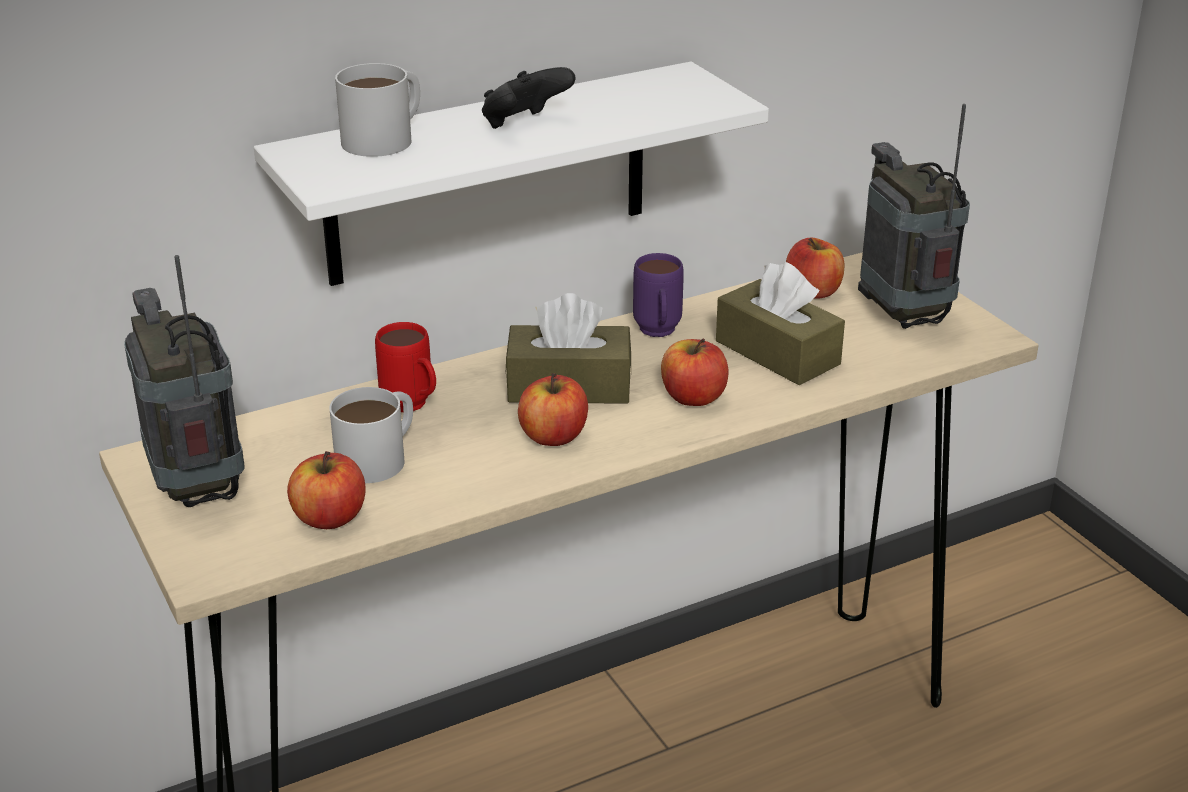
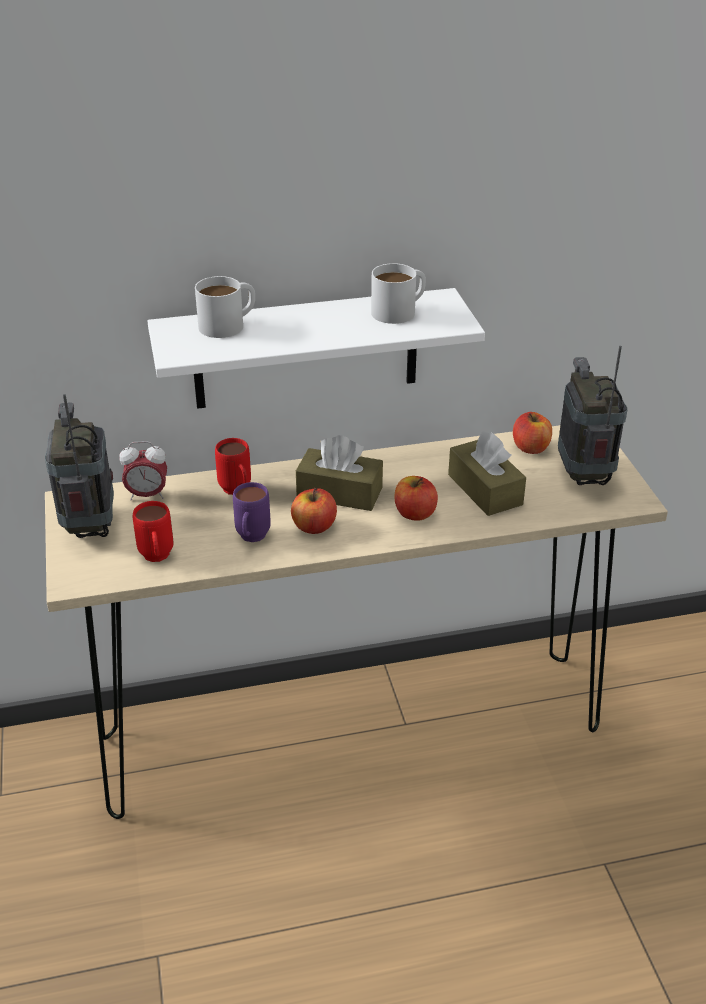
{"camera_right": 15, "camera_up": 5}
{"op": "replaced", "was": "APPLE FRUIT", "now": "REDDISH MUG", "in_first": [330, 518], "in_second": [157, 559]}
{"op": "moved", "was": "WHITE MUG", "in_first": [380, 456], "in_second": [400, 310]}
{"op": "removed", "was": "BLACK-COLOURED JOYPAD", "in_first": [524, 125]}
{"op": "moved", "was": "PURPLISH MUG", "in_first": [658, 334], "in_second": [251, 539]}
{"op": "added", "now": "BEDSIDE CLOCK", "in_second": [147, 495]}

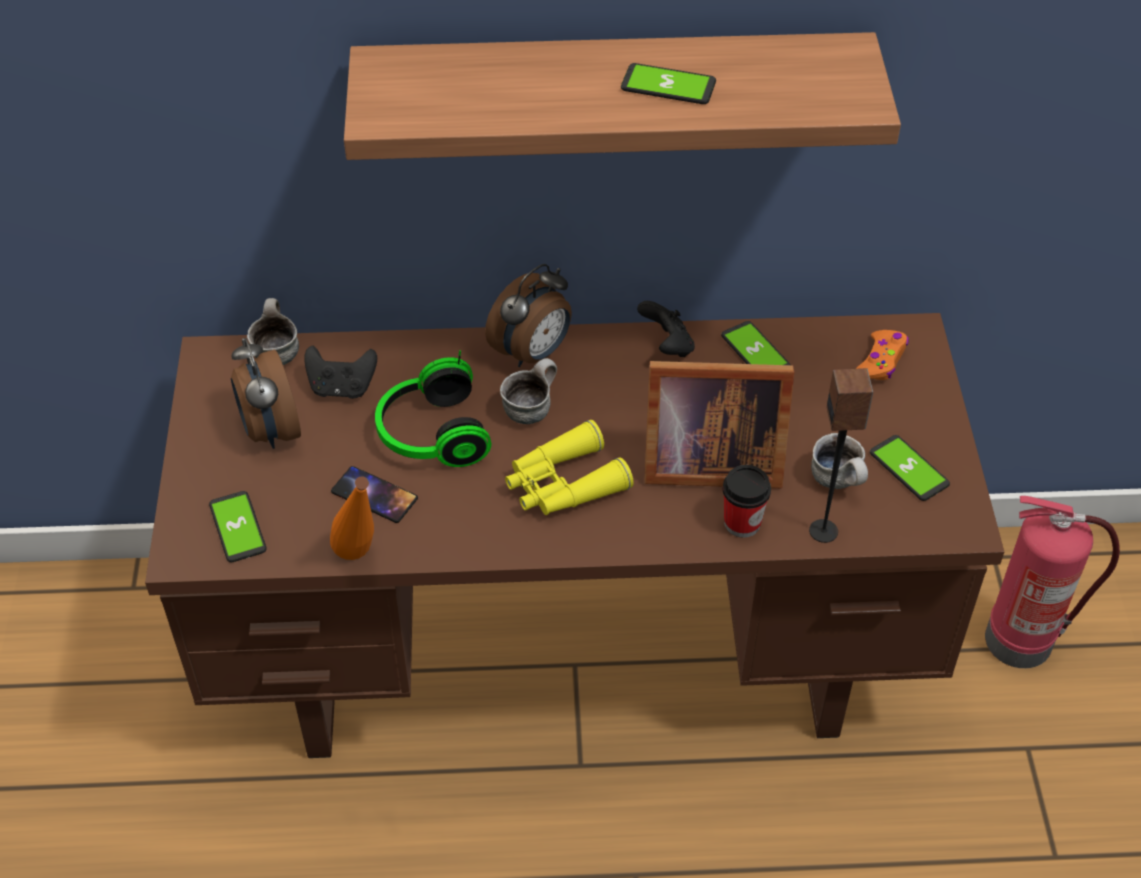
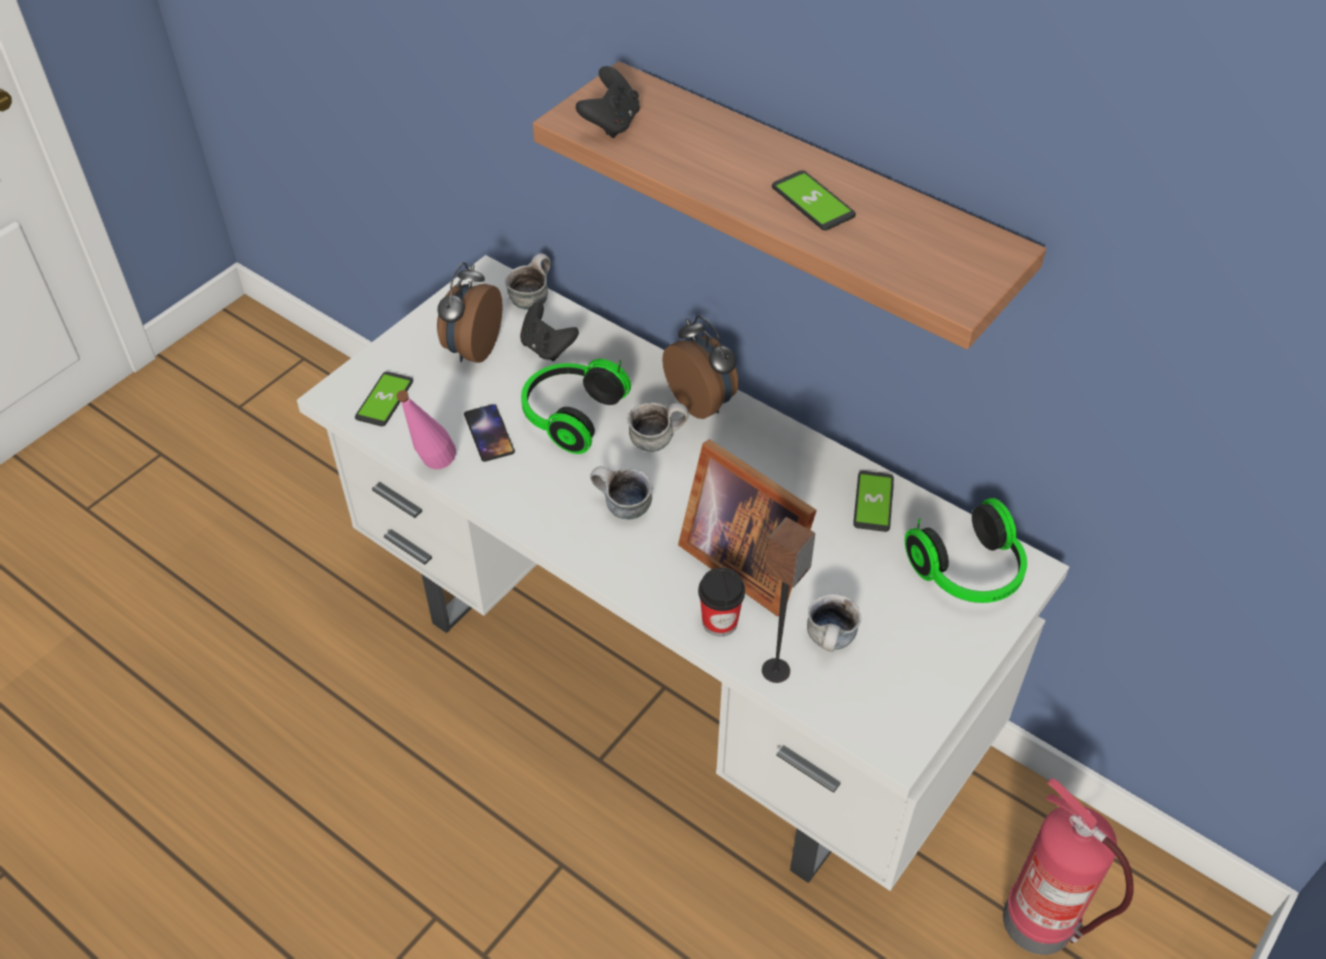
{"camera_right": 40, "camera_up": 0}
{"op": "recoloured", "was": "BROWN DESK TABLE", "now": "WHITE DESK TABLE", "in_first": [572, 659], "in_second": [666, 681]}
{"op": "recoloured", "was": "ORANGEY BEVERAGE BOTTLE", "now": "PINK BEVERAGE BOTTLE", "in_first": [361, 562], "in_second": [433, 472]}
{"op": "turned", "was": "BEDSIDE CLOCK", "in_first": [533, 353], "in_second": [702, 401], "clockwise": -120}
{"op": "replaced", "was": "YELLOW-COLOURED PAIR OF BINOCULARS", "now": "MUG", "in_first": [563, 484], "in_second": [621, 508]}
{"op": "moved", "was": "BLACK-COLOURED JOYPAD", "in_first": [667, 346], "in_second": [611, 123]}
{"op": "replaced", "was": "ORANGEY JOYPAD", "now": "HEADPHONES", "in_first": [880, 362], "in_second": [969, 573]}
{"op": "removed", "was": "HANDSET", "in_first": [909, 469]}

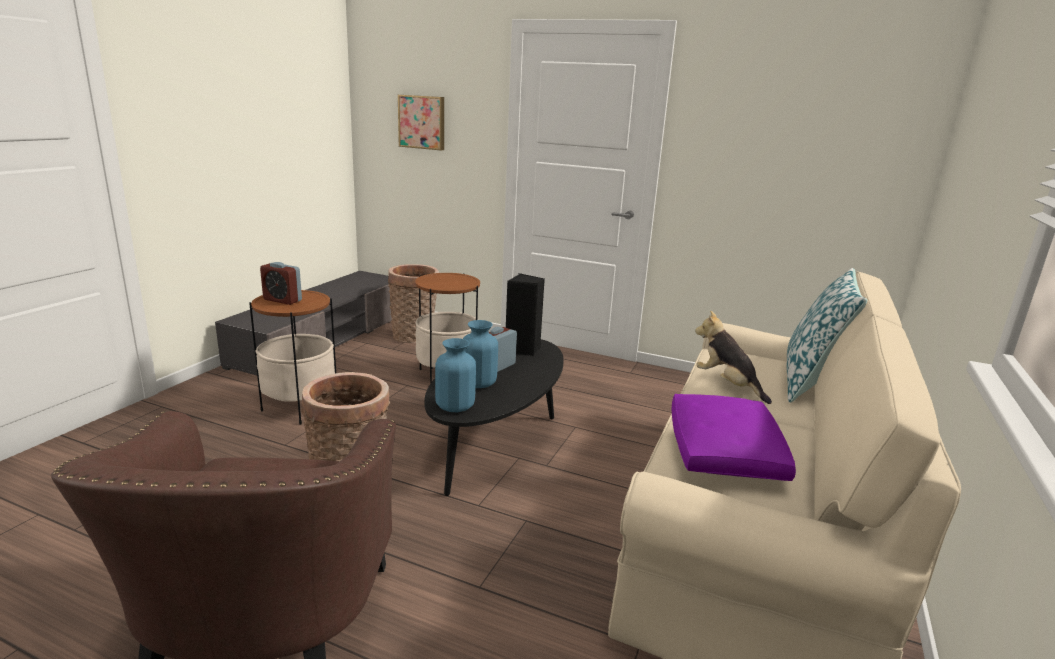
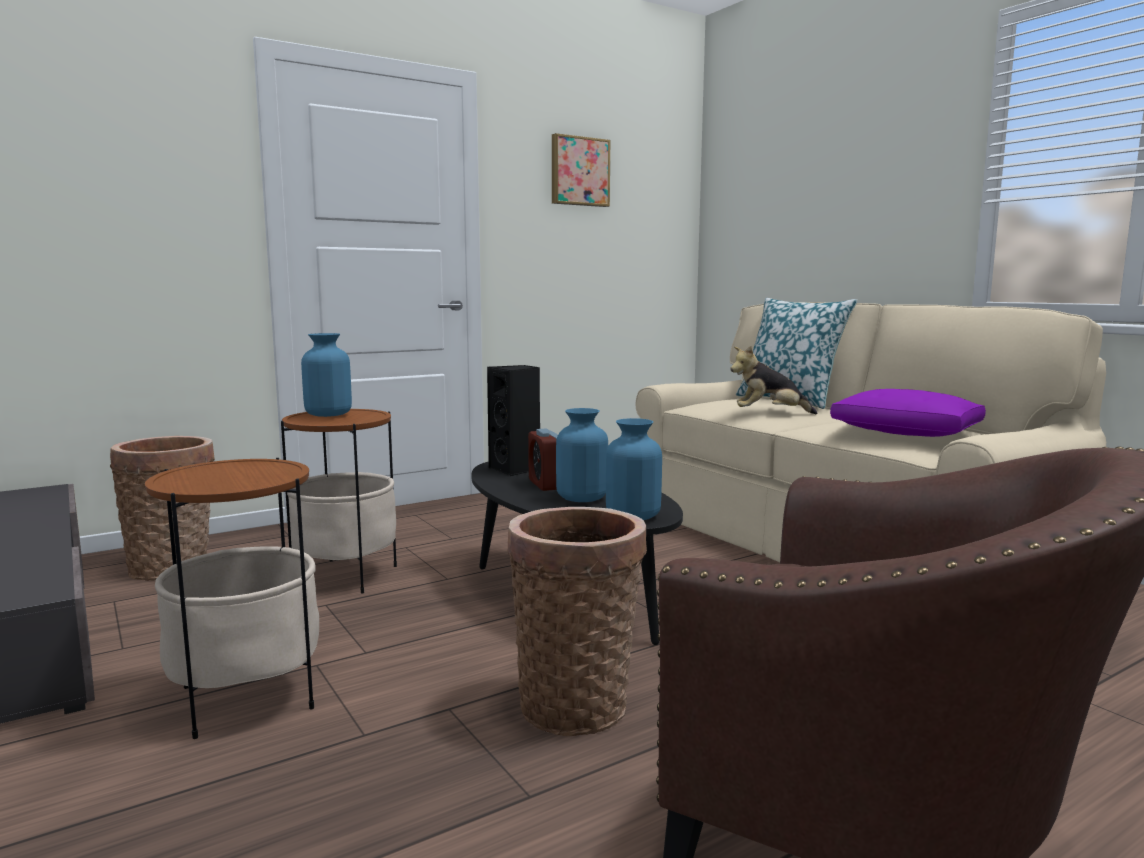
{"camera_right": -55, "camera_up": -10}
{"op": "removed", "was": "BEDSIDE CLOCK", "in_first": [282, 300]}
{"op": "moved", "was": "WALL ART", "in_first": [422, 122], "in_second": [579, 171]}
{"op": "added", "now": "BLUISH VASE", "in_second": [328, 414]}

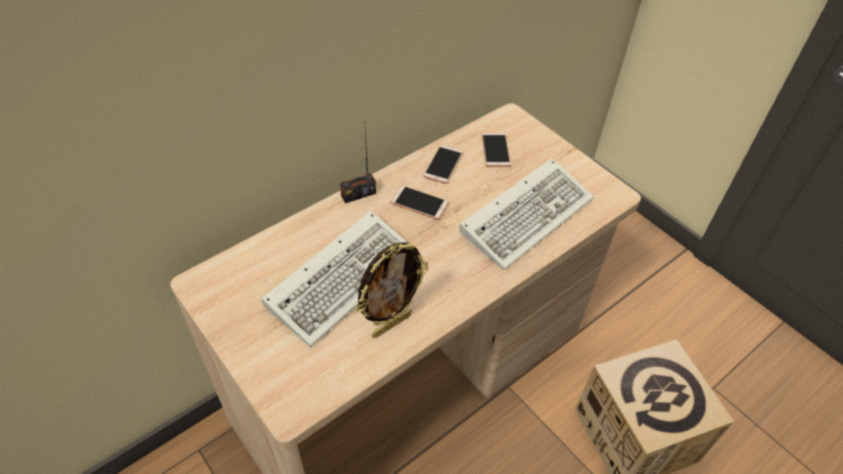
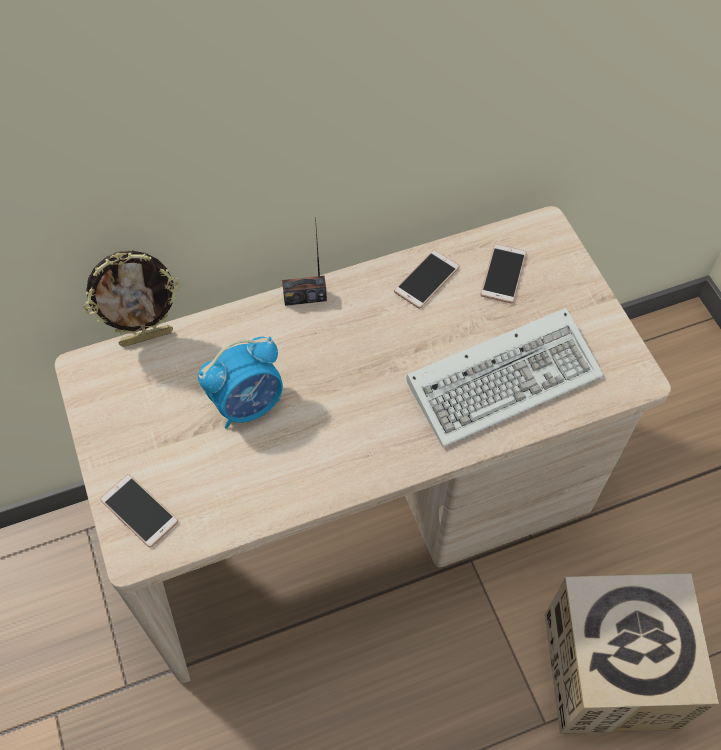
{"camera_right": 20, "camera_up": 10}
{"op": "replaced", "was": "COMPUTER KEYBOARD", "now": "BEDSIDE CLOCK", "in_first": [343, 276], "in_second": [248, 404]}
{"op": "moved", "was": "STANDING FRAME", "in_first": [391, 324], "in_second": [146, 336]}
{"op": "moved", "was": "HANDSET", "in_first": [419, 203], "in_second": [139, 511]}

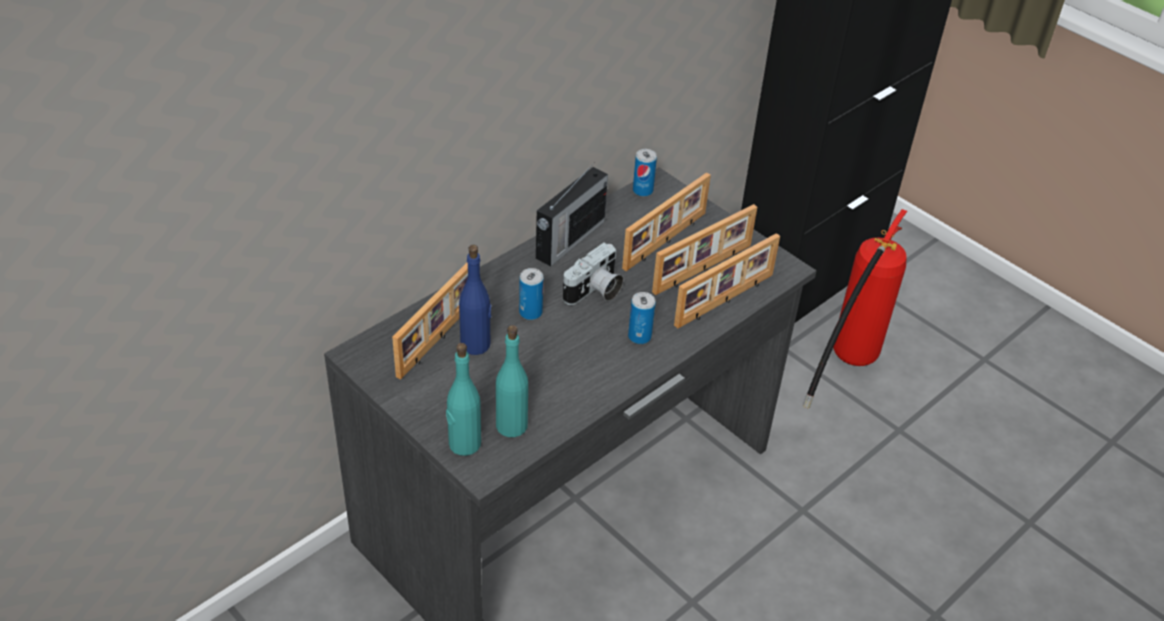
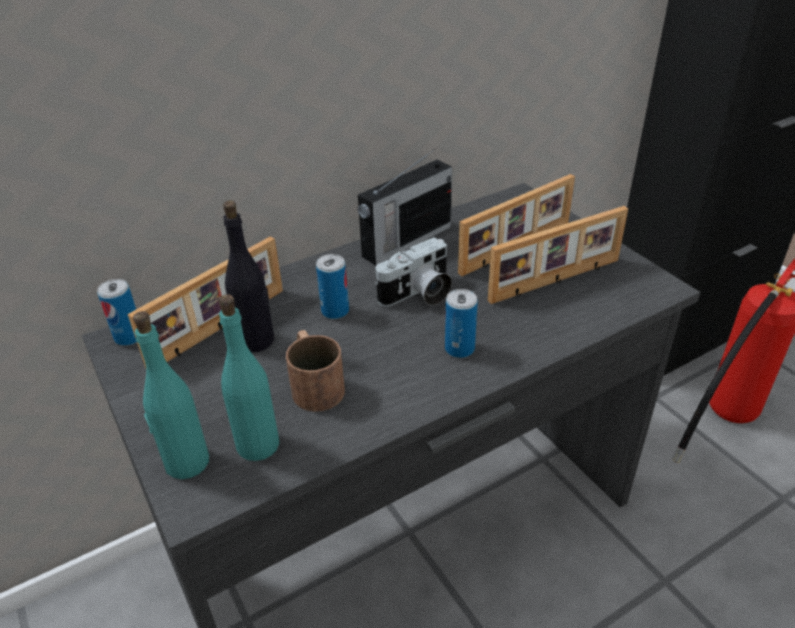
{"camera_right": 15, "camera_up": -5}
{"op": "recoloured", "was": "BLUISH BEVERAGE BOTTLE", "now": "BLACK-COLOURED BEVERAGE BOTTLE", "in_first": [476, 344], "in_second": [256, 341]}
{"op": "moved", "was": "METAL CAN", "in_first": [642, 190], "in_second": [129, 337]}
{"op": "removed", "was": "STANDING FRAME", "in_first": [725, 301]}
{"op": "added", "now": "BROWN MUG", "in_second": [314, 383]}

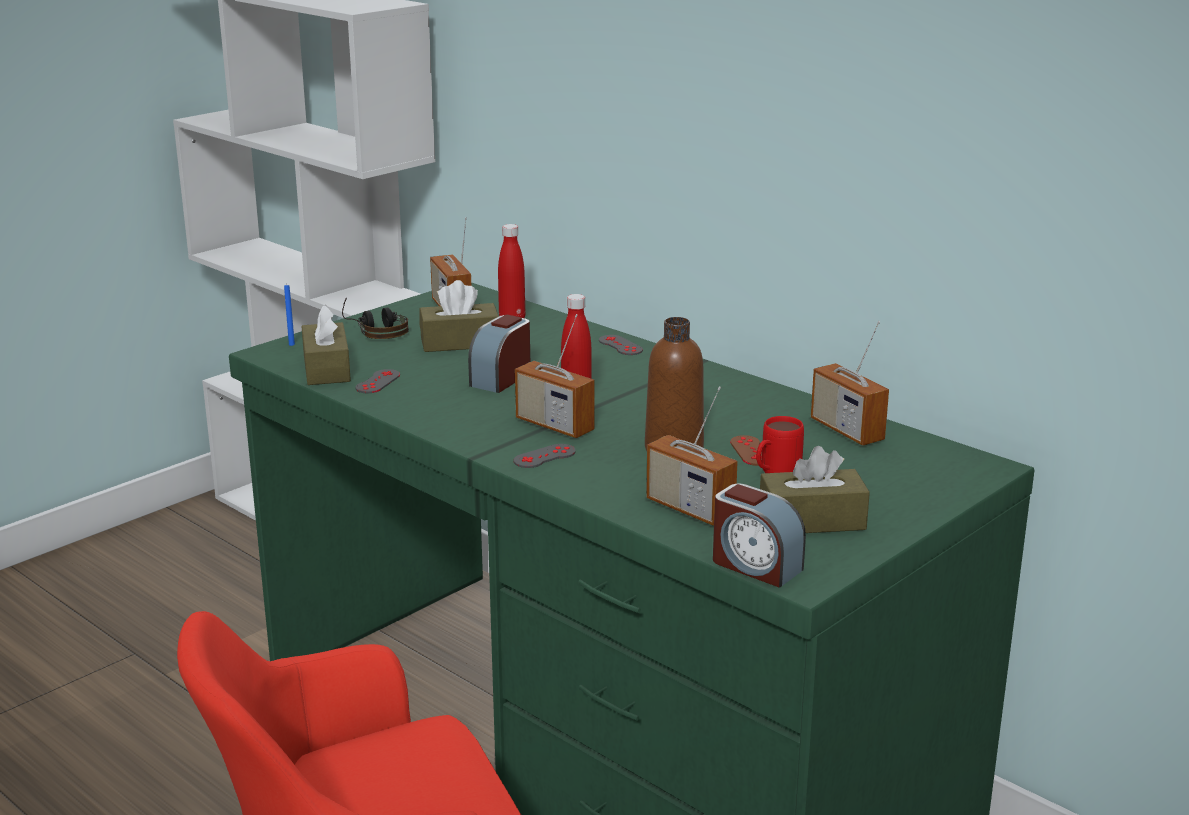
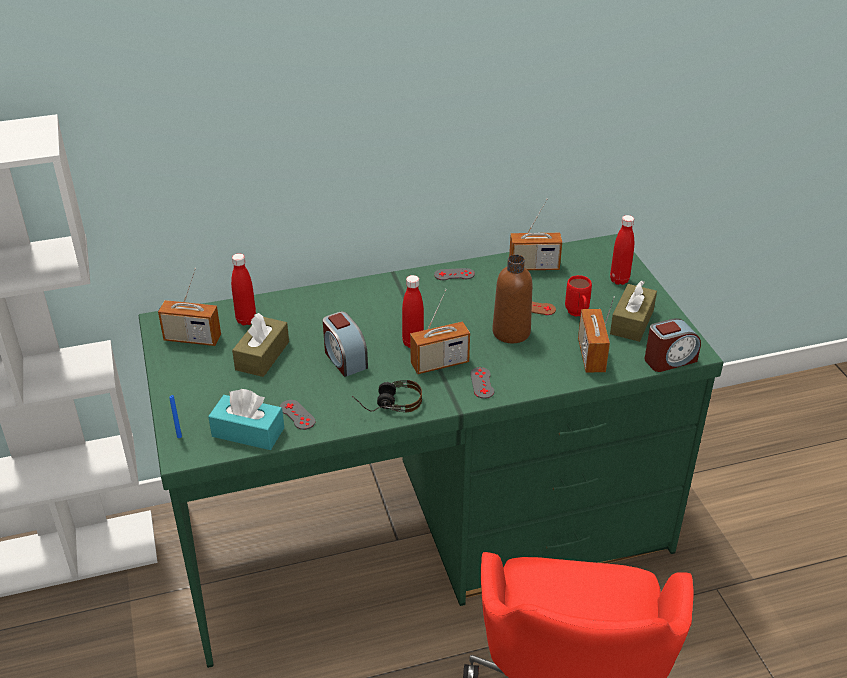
{"camera_right": -60, "camera_up": 15}
{"op": "recoloured", "was": "BROWN TISSUE HOLDER", "now": "BLUE-GREEN TISSUE HOLDER", "in_first": [326, 369], "in_second": [248, 432]}
{"op": "moved", "was": "HEADPHONES", "in_first": [375, 330], "in_second": [387, 404]}
{"op": "moved", "was": "GREY JOYPAD", "in_first": [620, 345], "in_second": [454, 274]}
{"op": "turned", "was": "RADIO SET", "in_first": [690, 509], "in_second": [591, 356], "clockwise": 105}
{"op": "added", "now": "REDDISH BEVERAGE BOTTLE", "in_second": [619, 280]}

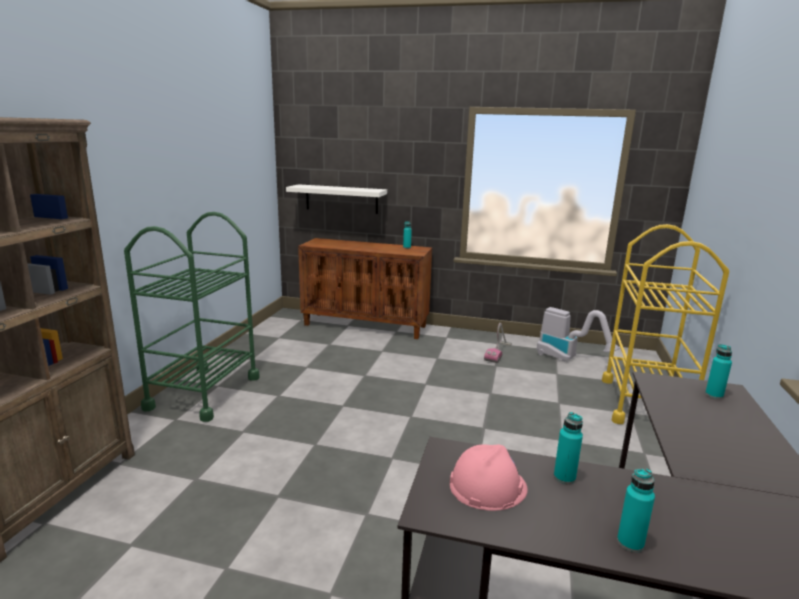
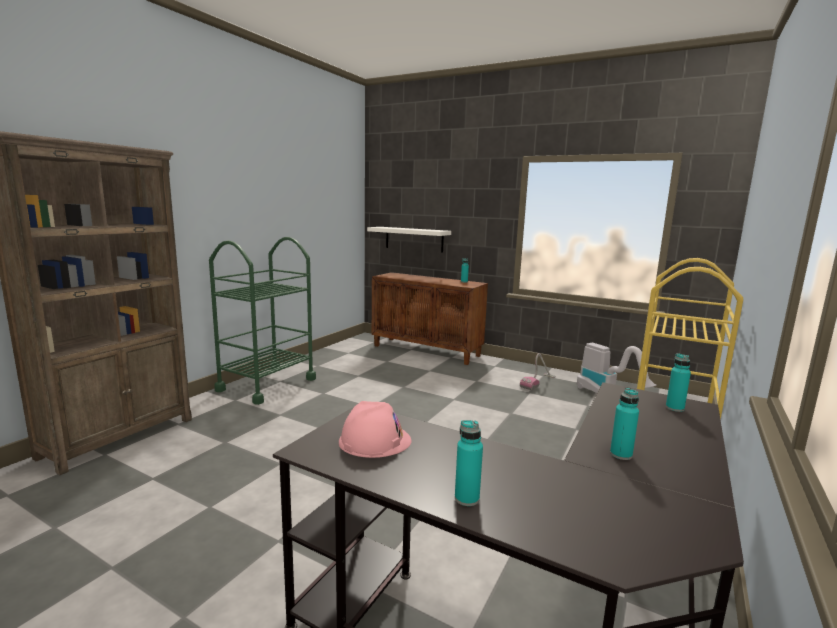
{"camera_right": 15, "camera_up": -5}
{"op": "moved", "was": "BLUE-GREEN BEVERAGE BOTTLE", "in_first": [564, 477], "in_second": [621, 454]}

